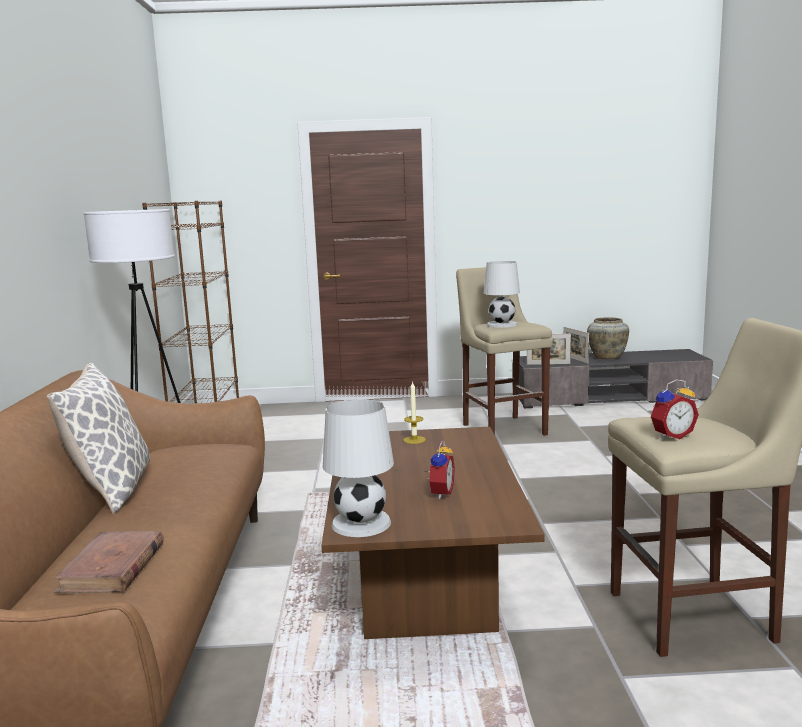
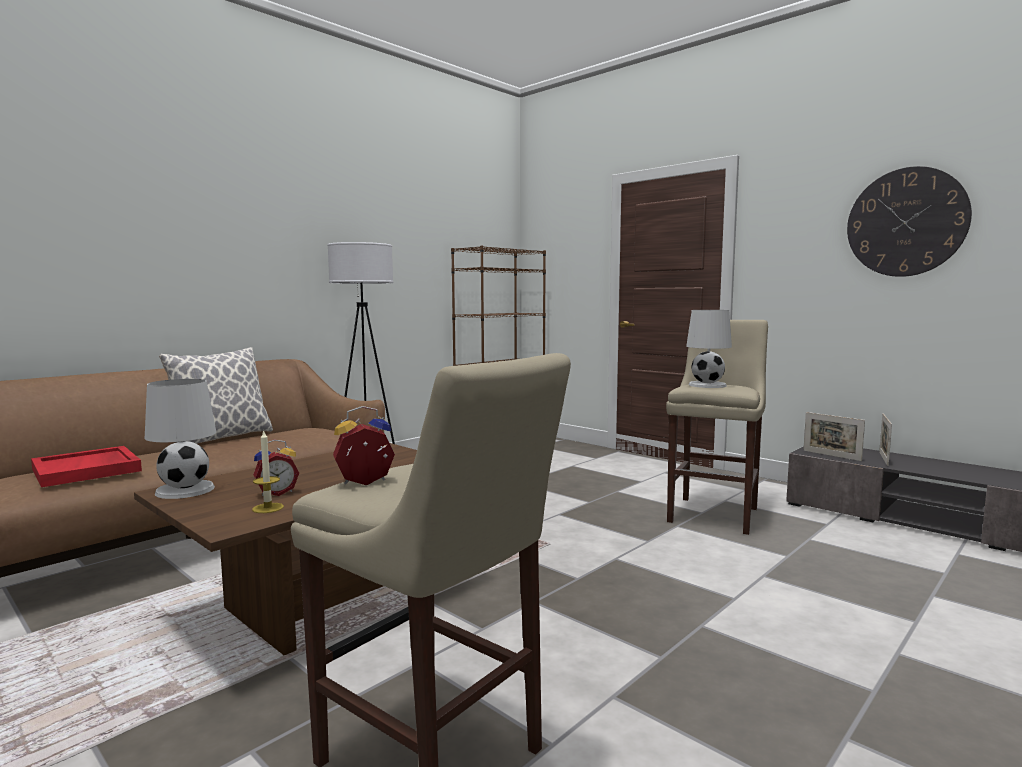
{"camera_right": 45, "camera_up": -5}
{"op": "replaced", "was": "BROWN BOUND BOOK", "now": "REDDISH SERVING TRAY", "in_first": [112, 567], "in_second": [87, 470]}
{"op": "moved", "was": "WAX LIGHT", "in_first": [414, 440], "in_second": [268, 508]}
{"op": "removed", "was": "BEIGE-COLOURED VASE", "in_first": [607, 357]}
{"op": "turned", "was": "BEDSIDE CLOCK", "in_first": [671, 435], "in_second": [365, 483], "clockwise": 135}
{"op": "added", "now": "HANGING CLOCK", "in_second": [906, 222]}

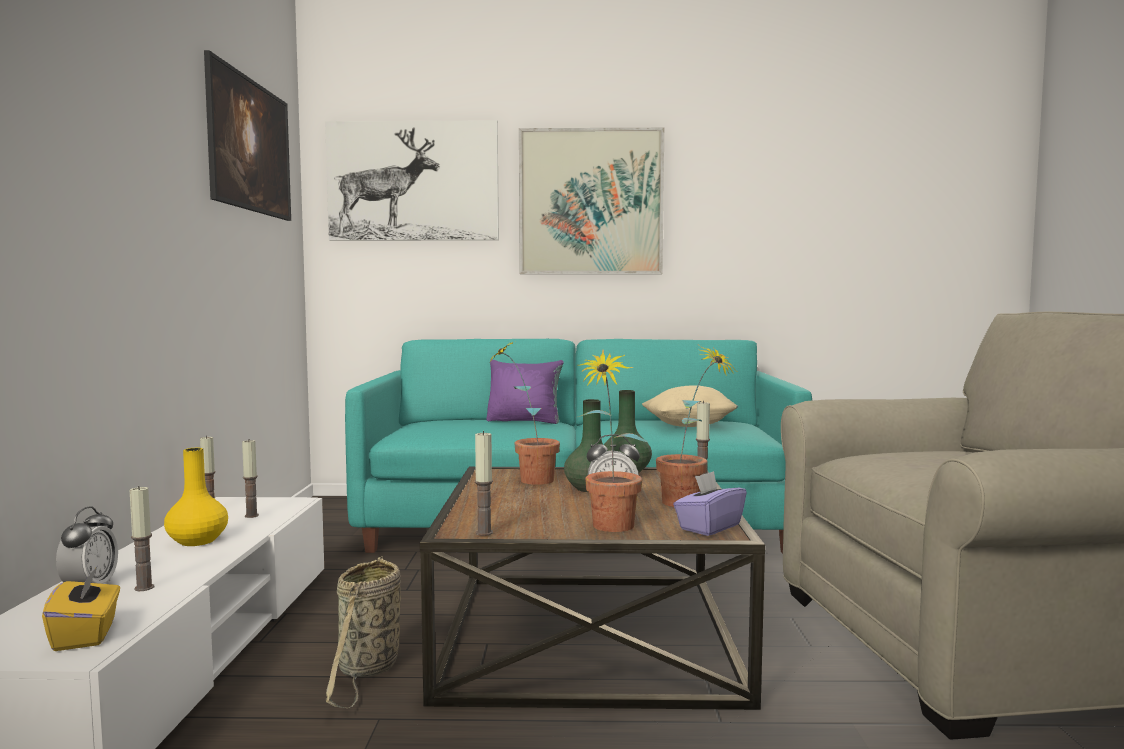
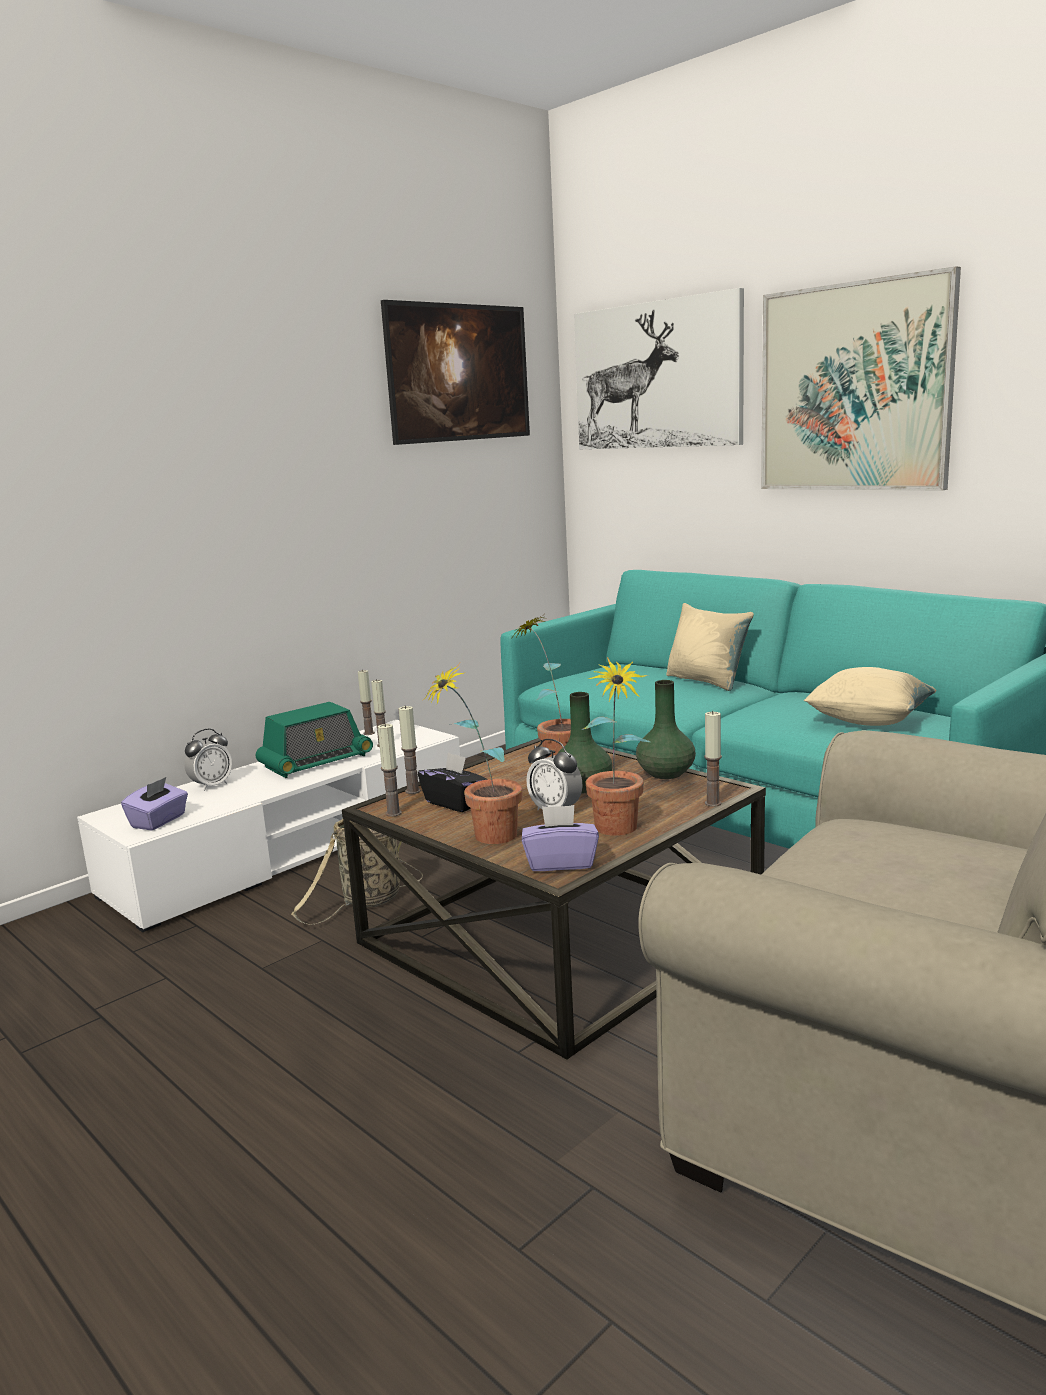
{"camera_right": 45, "camera_up": 10}
{"op": "recoloured", "was": "YELLOW-COLOURED TISSUE HOLDER", "now": "PURPLISH TISSUE HOLDER", "in_first": [86, 635], "in_second": [159, 821]}
{"op": "moved", "was": "WAX LIGHT", "in_first": [144, 588], "in_second": [413, 791]}
{"op": "replaced", "was": "YELLOW-COLOURED VASE", "now": "RADIO SET", "in_first": [197, 541], "in_second": [316, 762]}
{"op": "recoloured", "was": "PURPLISH PILLOW", "now": "BEIGE-COLOURED PILLOW", "in_first": [524, 421], "in_second": [707, 681]}
{"op": "added", "now": "BLACK-COLOURED TISSUE HOLDER", "in_second": [455, 803]}

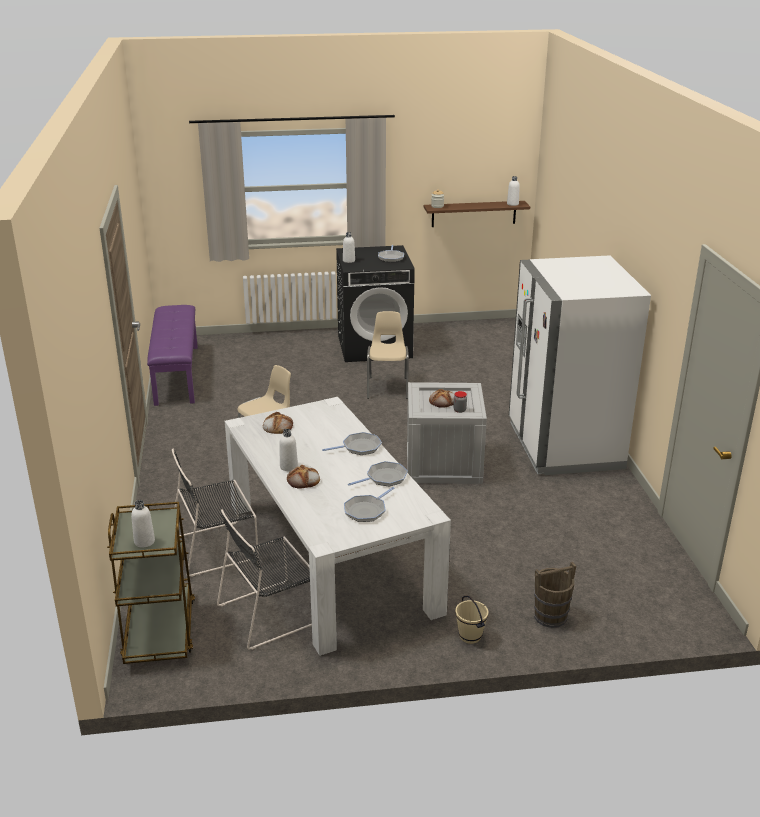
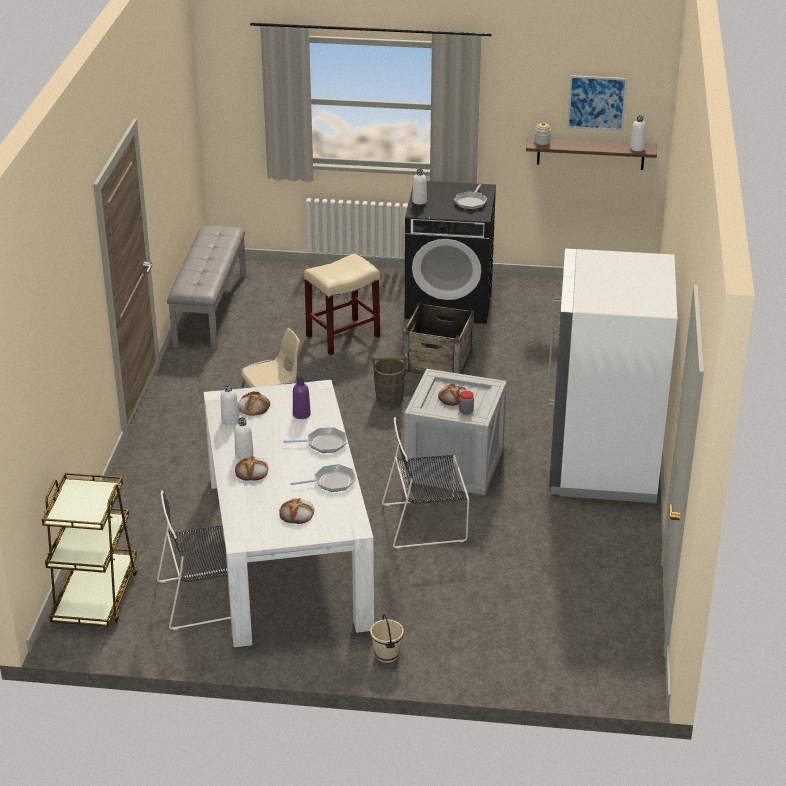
{"camera_right": 15, "camera_up": 5}
{"op": "moved", "was": "WHITE BEVERAGE BOTTLE", "in_first": [144, 541], "in_second": [230, 420]}
{"op": "recoloured", "was": "PURPLISH BENCH", "now": "GREY BENCH", "in_first": [176, 374], "in_second": [209, 309]}
{"op": "moved", "was": "BLACK-COLOURED PLAIN CHAIR", "in_first": [217, 547], "in_second": [427, 522]}
{"op": "replaced", "was": "PAN", "now": "BAKERY BREAD", "in_first": [366, 510], "in_second": [297, 514]}
{"op": "replaced", "was": "BEIGE-COLOURED PLAIN CHAIR", "now": "CRATE", "in_first": [388, 388], "in_second": [438, 360]}
{"op": "moved", "was": "BROWN BUCKET", "in_first": [550, 616], "in_second": [389, 399]}
{"op": "added", "now": "PURPLISH BEVERAGE BOTTLE", "in_second": [301, 414]}
{"op": "added", "now": "BEIGE-COLOURED STOOL SEAT", "in_second": [343, 336]}
{"op": "added", "now": "WALL ART", "in_second": [596, 103]}

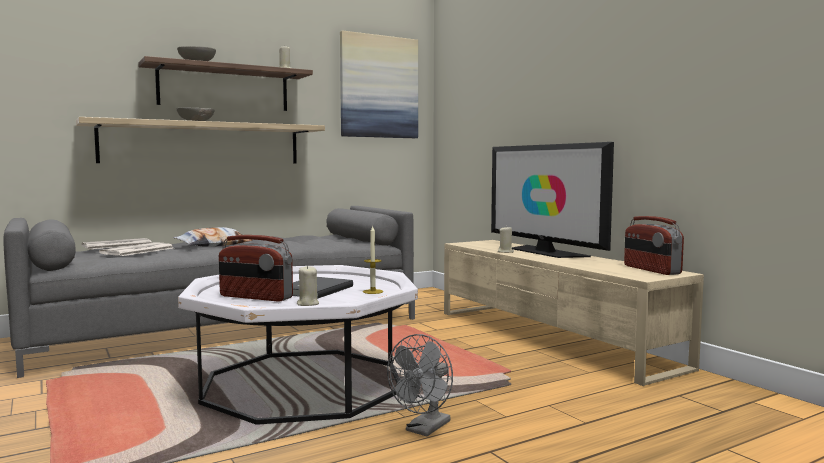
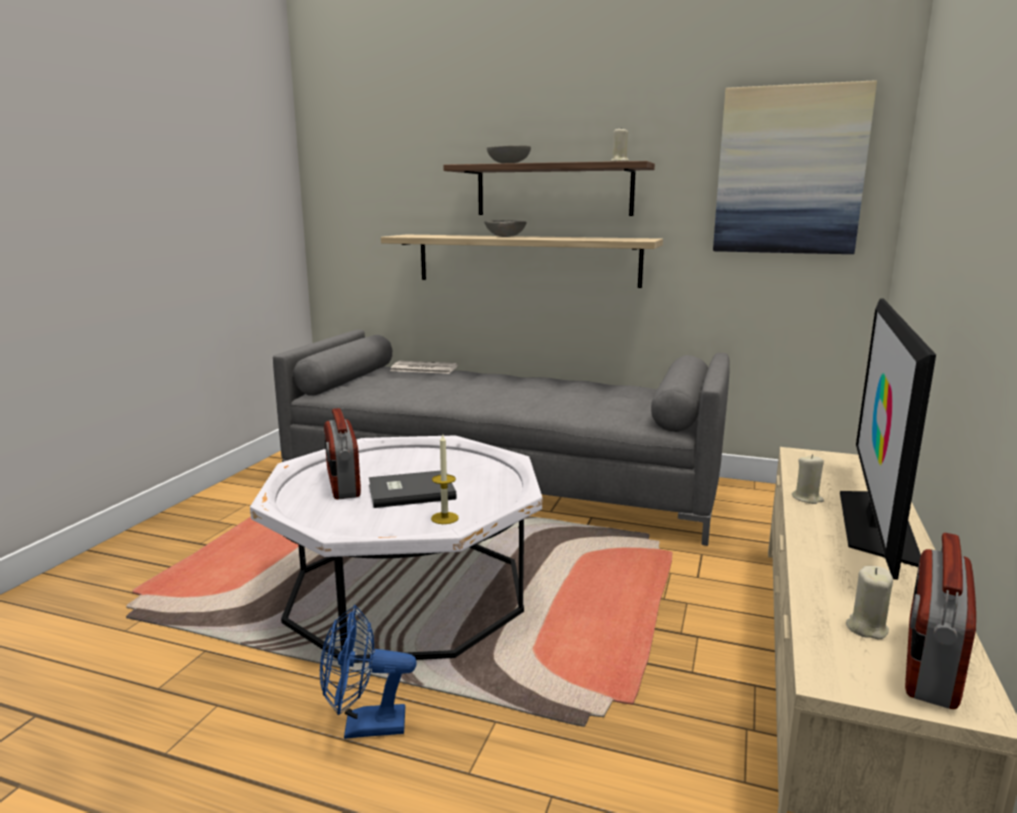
{"camera_right": 50, "camera_up": 10}
{"op": "removed", "was": "DAILY PAPER", "in_first": [137, 251]}
{"op": "removed", "was": "PILLOW", "in_first": [214, 245]}
{"op": "moved", "was": "BEIGE-COLOURED WAX LIGHT", "in_first": [307, 304], "in_second": [866, 628]}
{"op": "recoloured", "was": "GREY FAN", "now": "BLUISH FAN", "in_first": [424, 429], "in_second": [364, 727]}

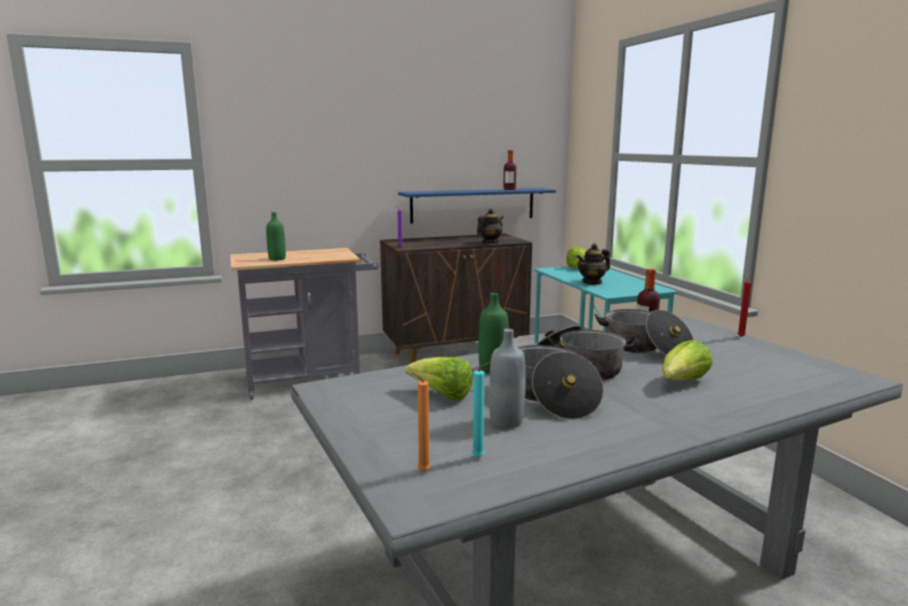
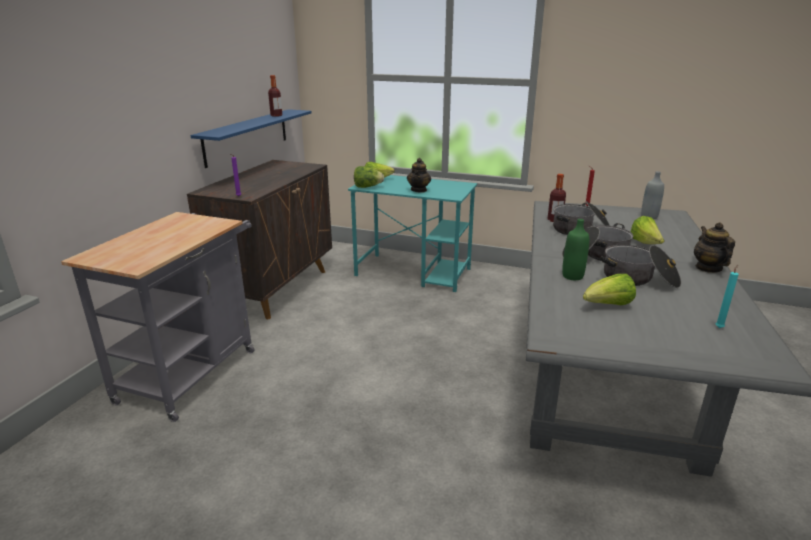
{"camera_right": -50, "camera_up": 10}
{"op": "removed", "was": "GREEN BEVERAGE BOTTLE", "in_first": [277, 259]}
{"op": "removed", "was": "ORANGEY WAX LIGHT", "in_first": [422, 471]}
{"op": "moved", "was": "POT FOR TEA", "in_first": [489, 242], "in_second": [708, 268]}
{"op": "moved", "was": "GREY BEVERAGE BOTTLE", "in_first": [506, 421], "in_second": [649, 217]}
{"op": "added", "now": "HEAD OF LETTUCE", "in_second": [367, 187]}

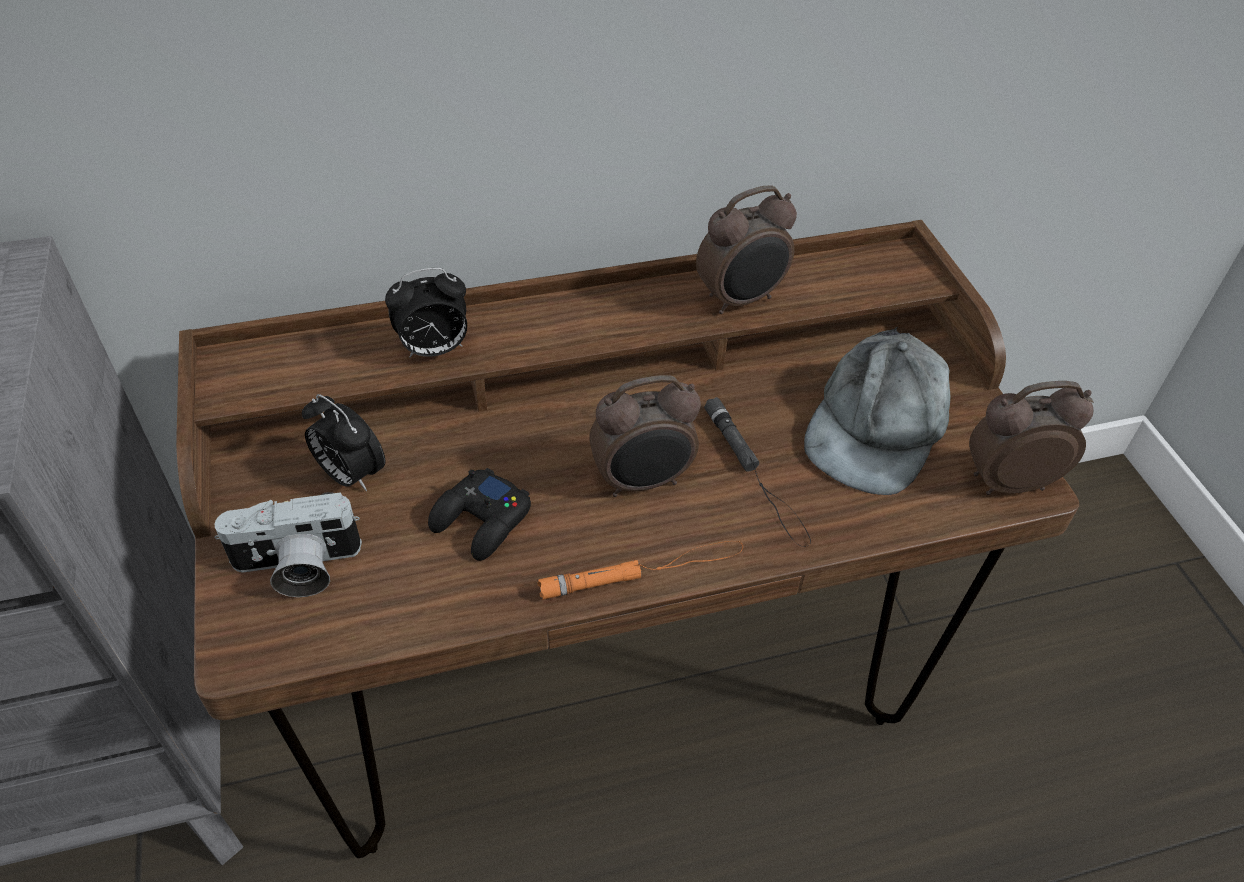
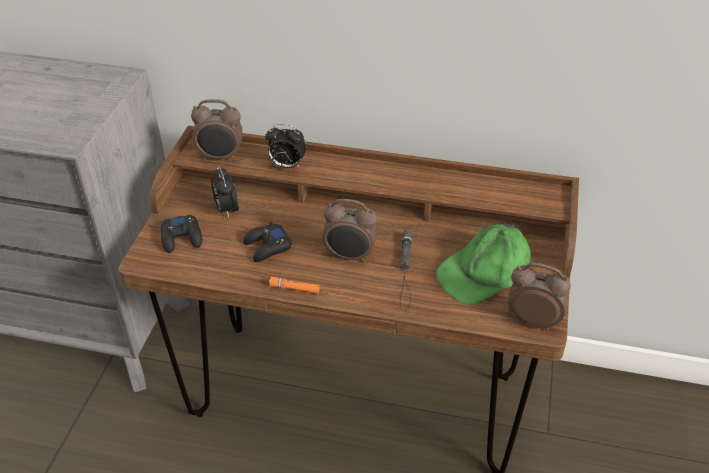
{"camera_right": 30, "camera_up": -5}
{"op": "replaced", "was": "PHOTO CAMERA", "now": "BLACK-COLOURED JOYPAD", "in_first": [297, 568], "in_second": [182, 238]}
{"op": "moved", "was": "BEDSIDE CLOCK", "in_first": [741, 300], "in_second": [221, 157]}
{"op": "recoloured", "was": "GREY PEAKED CAP", "now": "GREEN PEAKED CAP", "in_first": [875, 426], "in_second": [485, 272]}

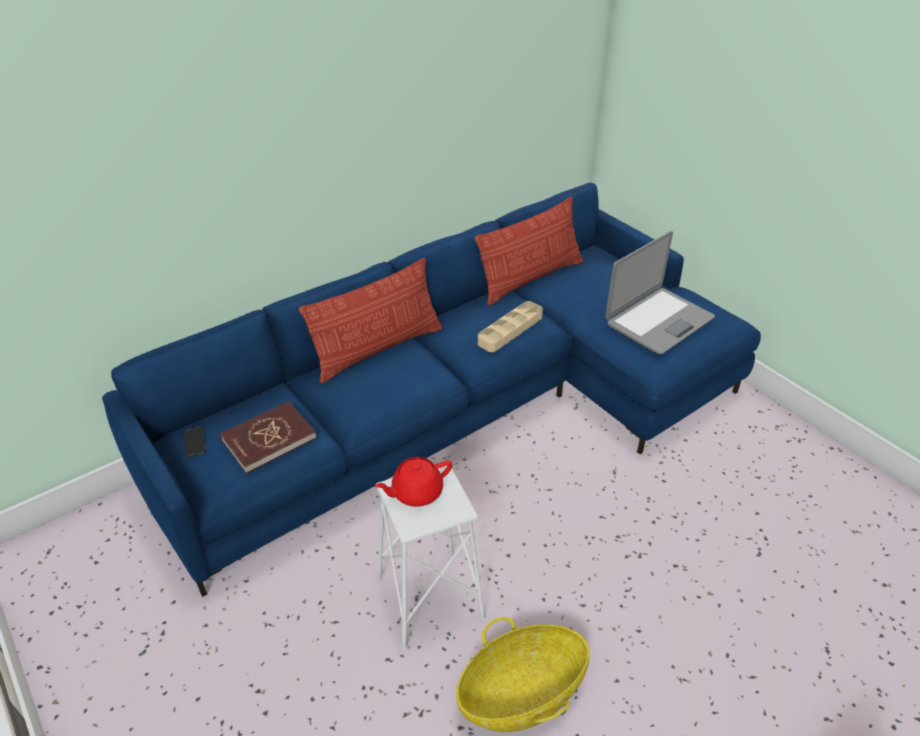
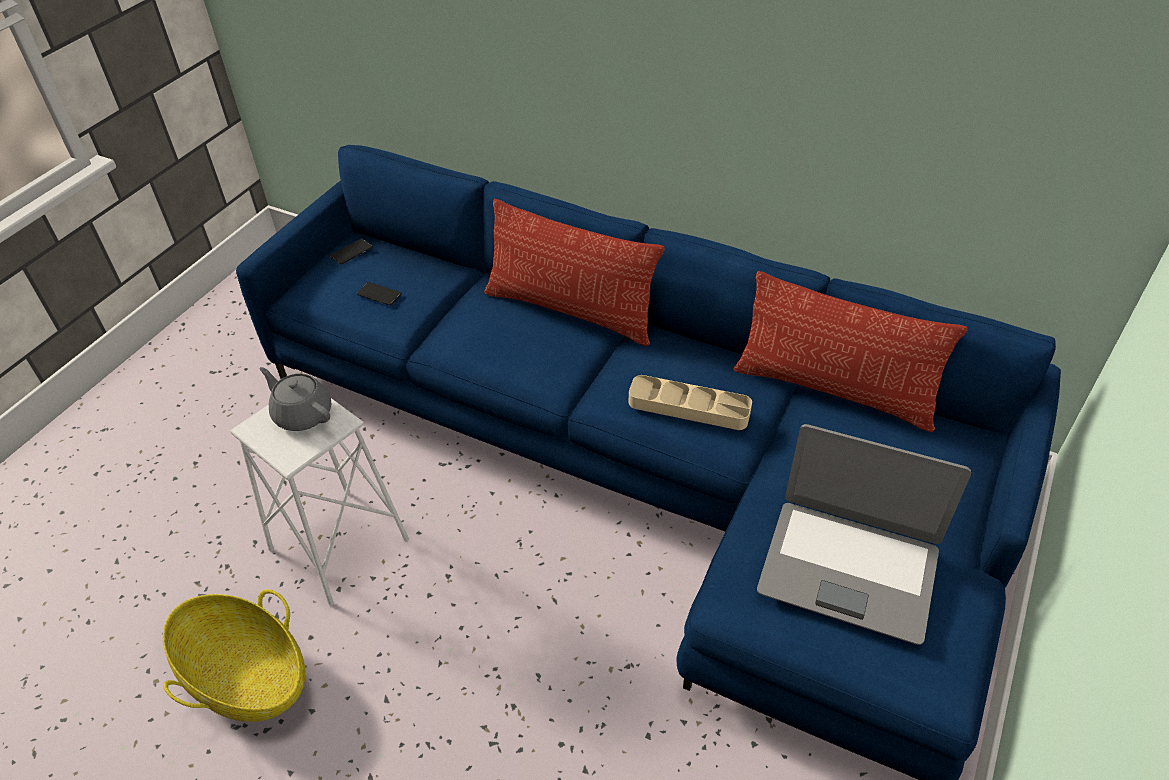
{"camera_right": 65, "camera_up": 5}
{"op": "replaced", "was": "REDDISH BOUND BOOK", "now": "HANDSET", "in_first": [269, 439], "in_second": [379, 294]}
{"op": "recoloured", "was": "REDDISH POT FOR TEA", "now": "GREY POT FOR TEA", "in_first": [416, 492], "in_second": [302, 414]}

